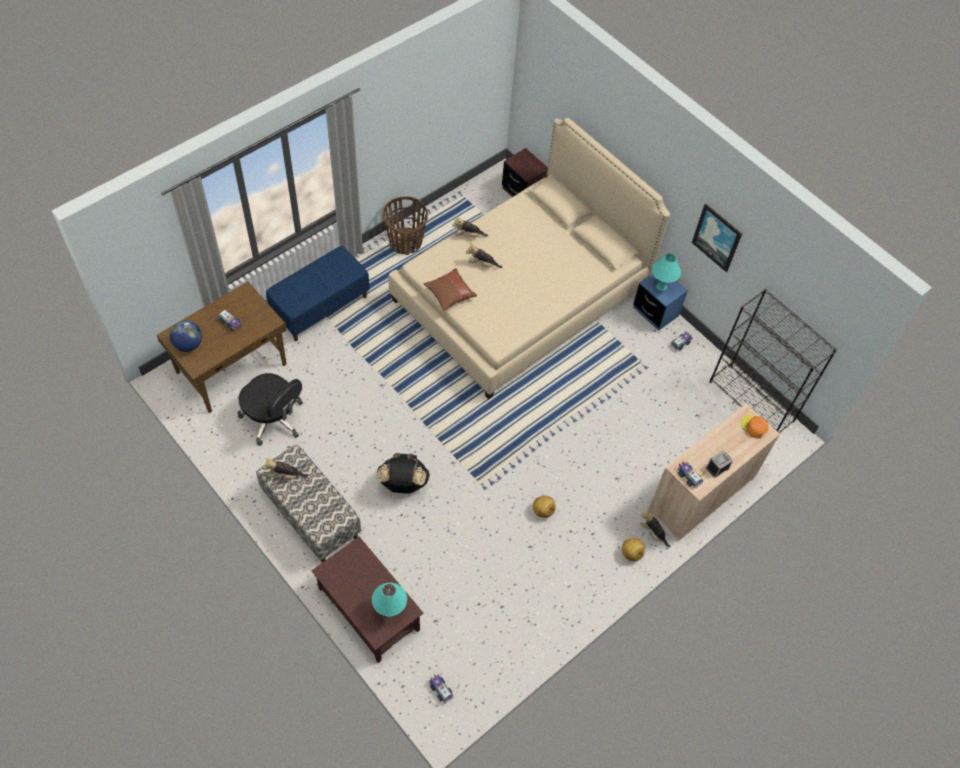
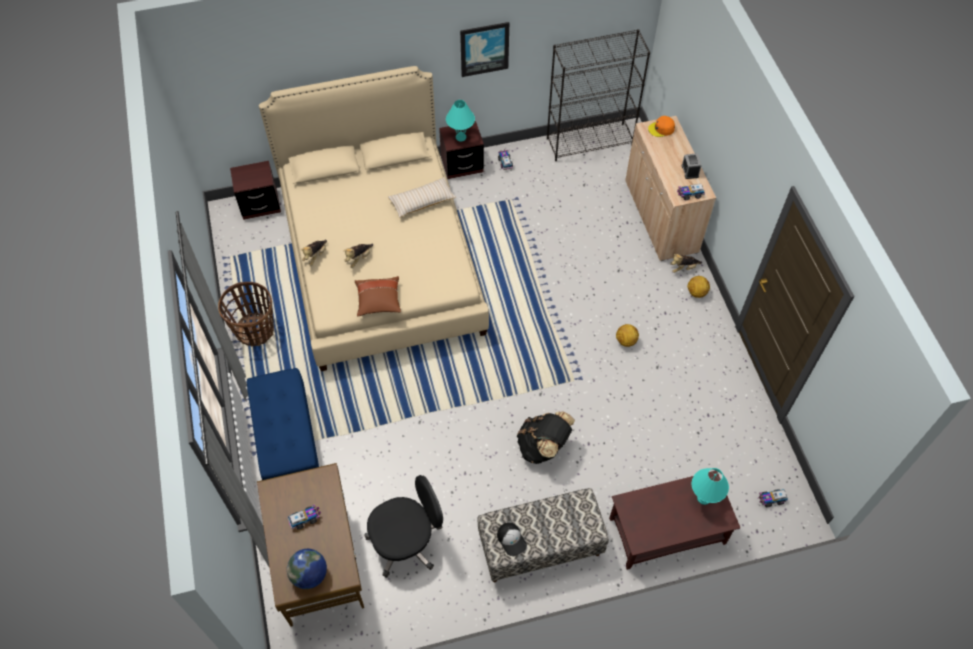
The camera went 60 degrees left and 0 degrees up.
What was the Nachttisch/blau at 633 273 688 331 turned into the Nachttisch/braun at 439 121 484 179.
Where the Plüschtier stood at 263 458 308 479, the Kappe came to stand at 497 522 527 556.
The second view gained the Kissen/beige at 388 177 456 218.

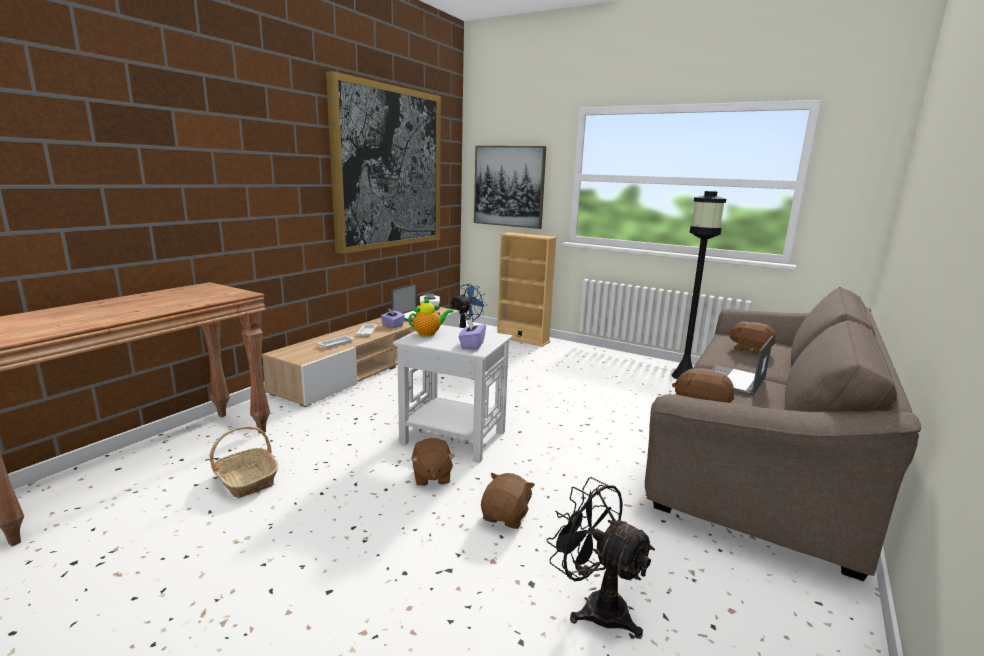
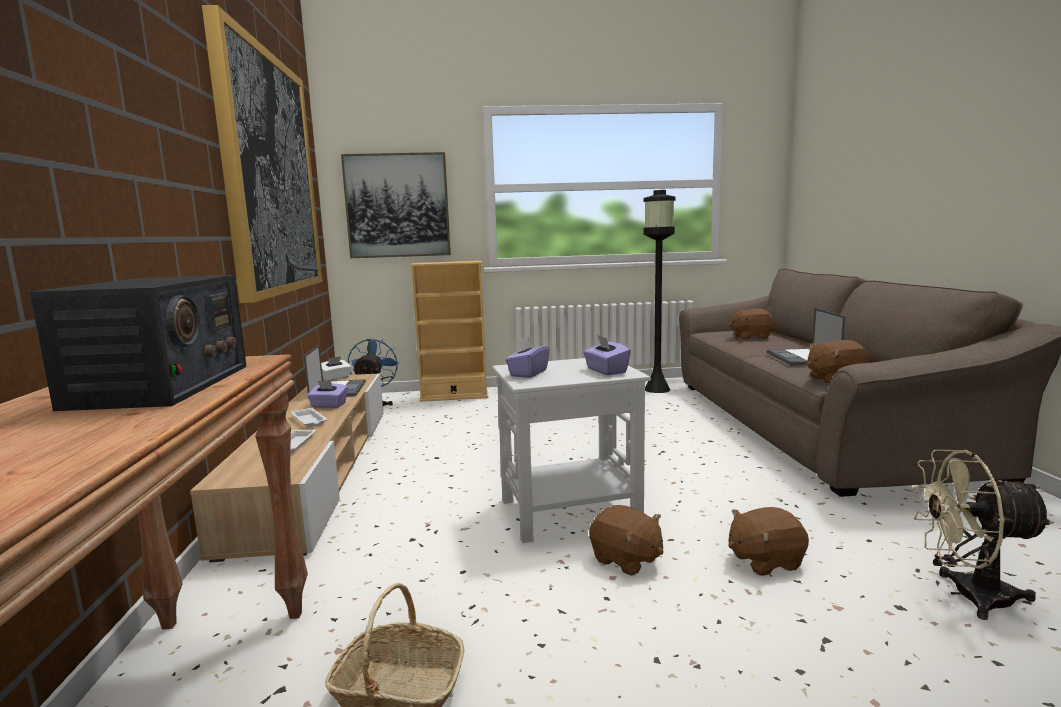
The camera went 35 degrees left and 5 degrees down.
Where the Teekanne stood at 408 297 453 337, the Taschentuchbox/lila came to stand at 505 337 550 378.
The Plüschtier/braun at 481 473 535 529 ended up facing another way, 90 degrees counterclockwise from before.
What was the Ventilator/schwarz at 547 477 655 639 turned into the Ventilator/beige at 911 450 1054 620.
The second view gained the Radio at 30 275 247 411.

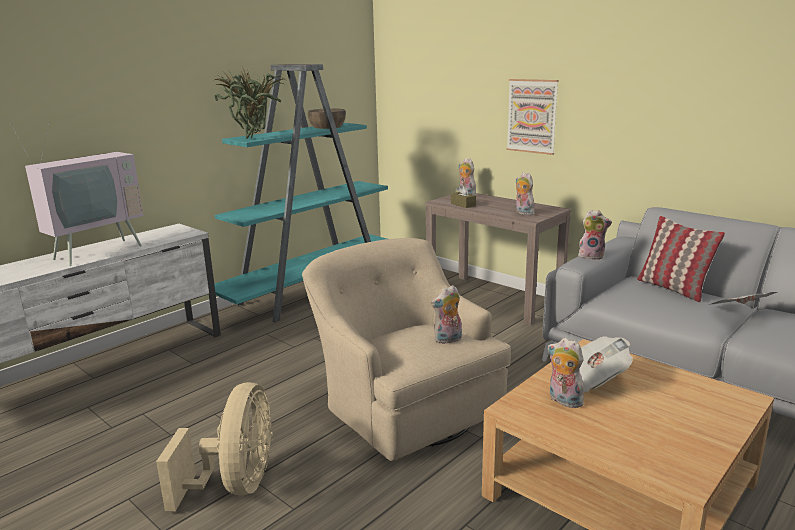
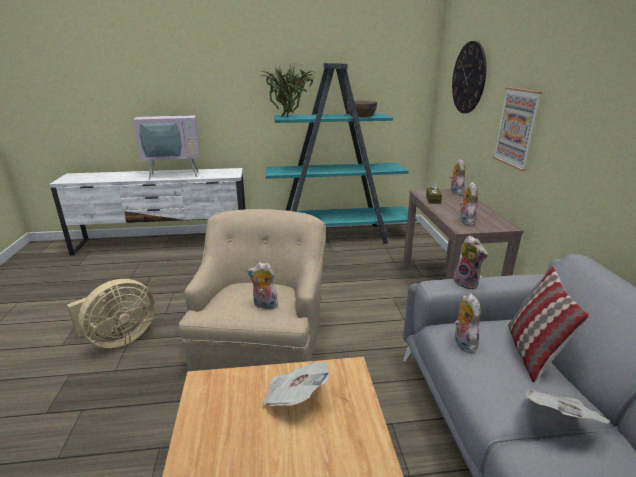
The camera went 40 degrees right and 5 degrees up.
The Plüschtier ended up elsewhere, having gone from 548 338 584 408 to 455 294 481 353.
The second view gained the Wanduhr at 452 41 487 113.

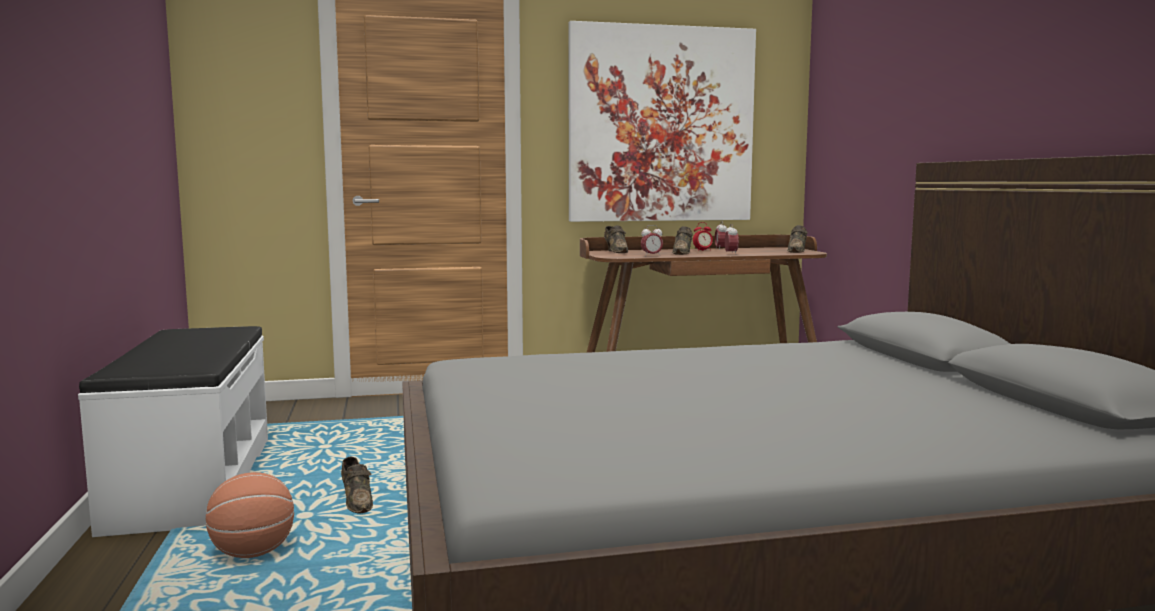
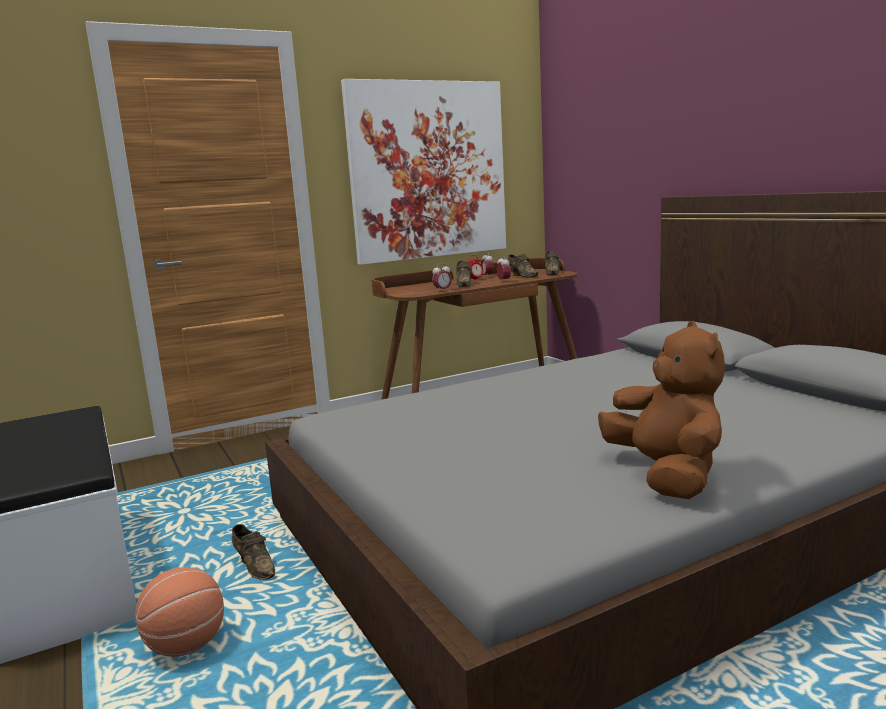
The camera went 15 degrees left and 5 degrees up.
The Schuh/braun ended up elsewhere, having gone from 604 226 628 253 to 508 254 538 278.
The second view gained the Plüschtier/braun at 598 321 725 499.

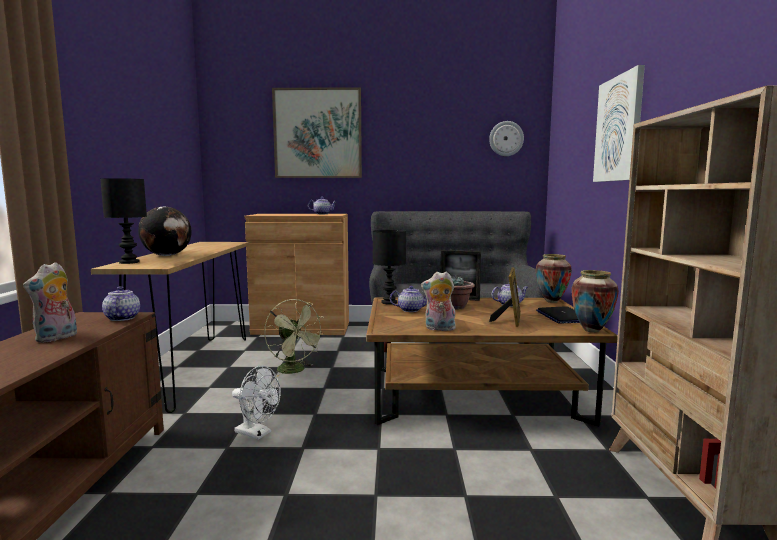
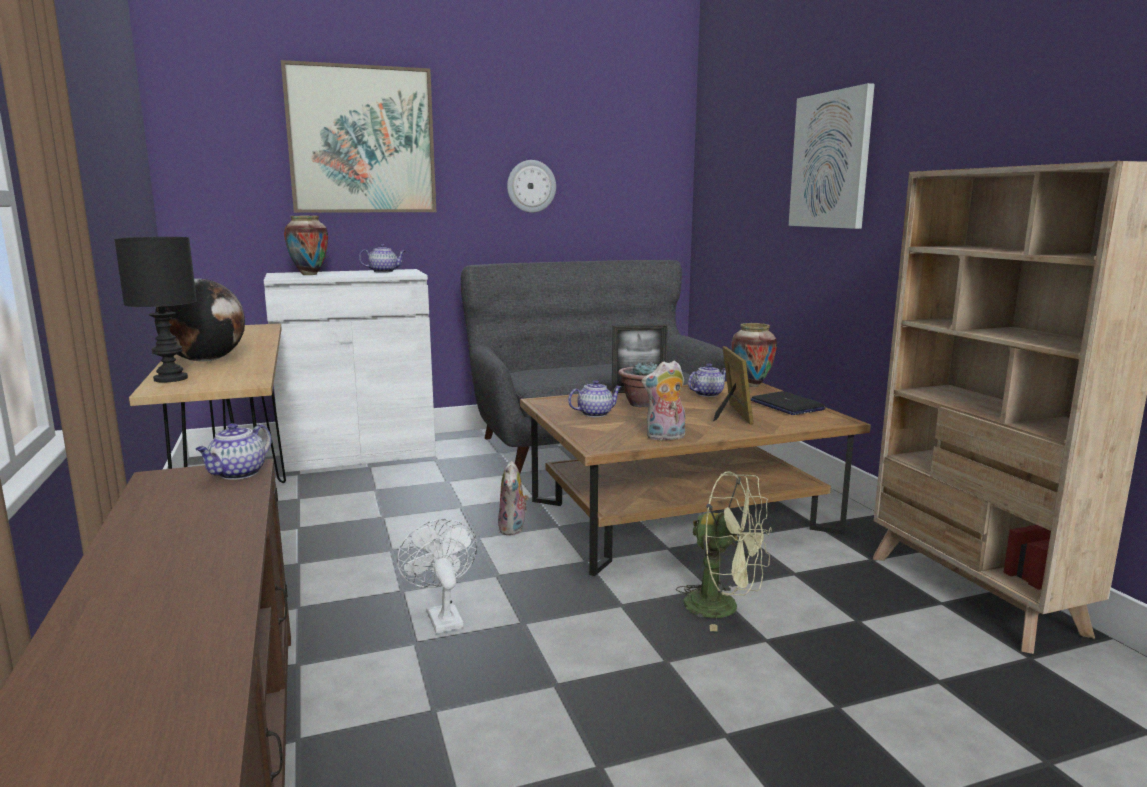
The camera went 20 degrees left and 5 degrees up.
The Wanduhr ended up elsewhere, having gone from 489 121 524 156 to 507 160 556 213.
What was the Schrank/braun at 245 214 349 335 turned into the Schrank/weiß at 264 269 436 473.
The second view lost the Tischlampe/schwarz at 373 230 406 305.
The Plüschtier ended up elsewhere, having gone from 23 262 77 343 to 498 461 529 536.
The Vase ended up elsewhere, having gone from 572 270 619 333 to 284 216 328 275.
The Teekanne at 102 286 140 321 ended up facing another way, 120 degrees counterclockwise from before.
The Ventilator/grün ended up elsewhere, having gone from 264 299 325 378 to 676 471 772 631.
The Ventilator/weiß at 232 366 281 440 ended up facing another way, 120 degrees counterclockwise from before.

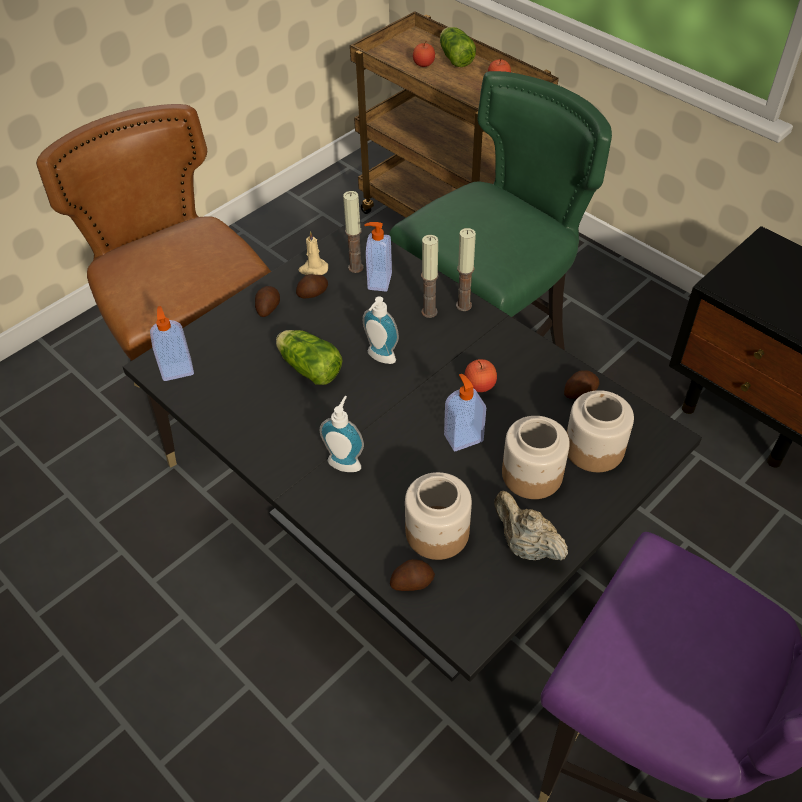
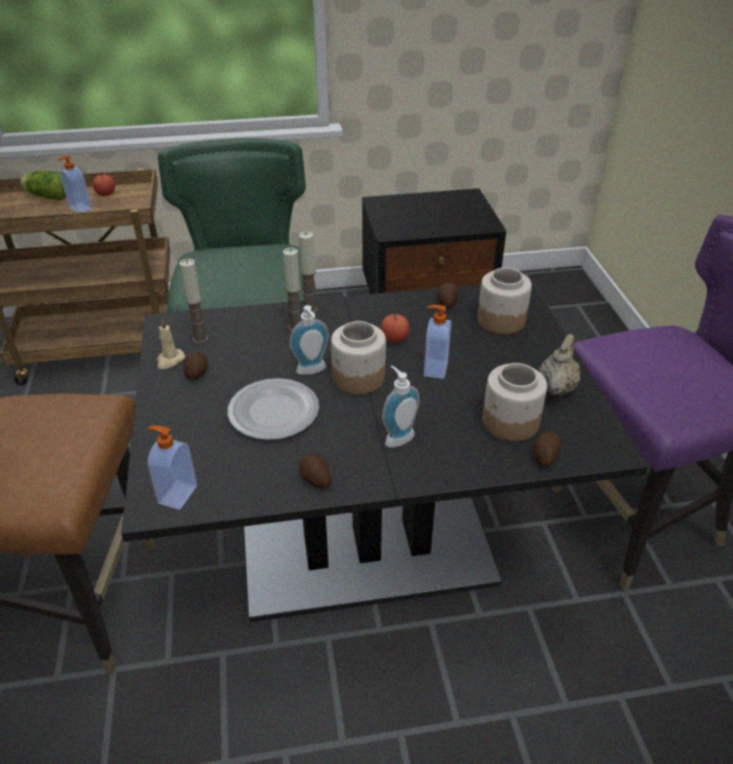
The camera went 55 degrees left and 10 degrees down.
The second view lost the Apfel at 413 41 435 67.
The Seifenspender ended up elsewhere, having gone from 364 222 392 292 to 58 156 92 212.
The Kartoffel ended up elsewhere, having gone from 255 286 280 317 to 300 454 332 489.
Where the Salatkopf stood at 276 330 342 385, the Teller came to stand at 227 378 319 440.
The Vorratsglas ended up elsewhere, having gone from 502 416 570 499 to 331 321 386 394.
The Teekanne/beige at 494 491 568 560 ended up facing another way, 120 degrees clockwise from before.

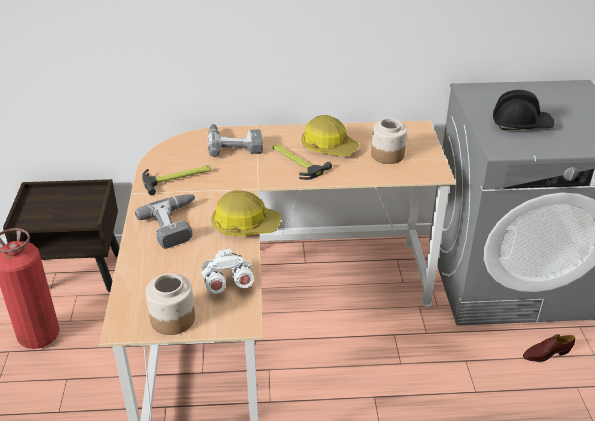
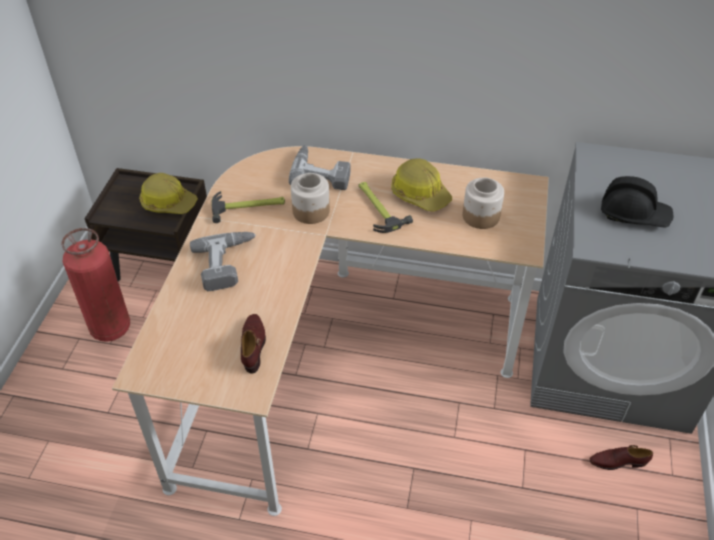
The camera went 15 degrees right and 10 degrees up.
The Schutzhelm ended up elsewhere, having gone from 211 190 281 236 to 139 173 198 214.
Where the Fernglas/weiß stood at 202 249 254 294, the Schuh/braun came to stand at 241 314 266 374.
The Vorratsglas ended up elsewhere, having gone from 146 273 195 335 to 291 173 330 224.

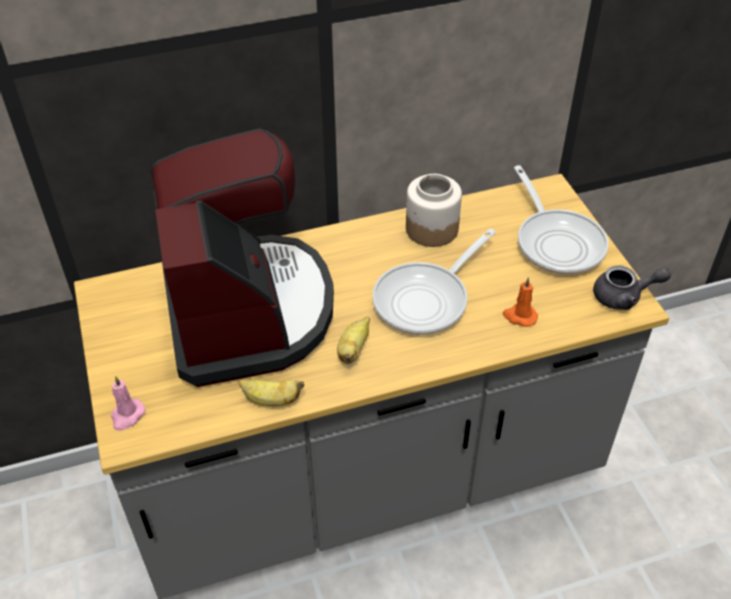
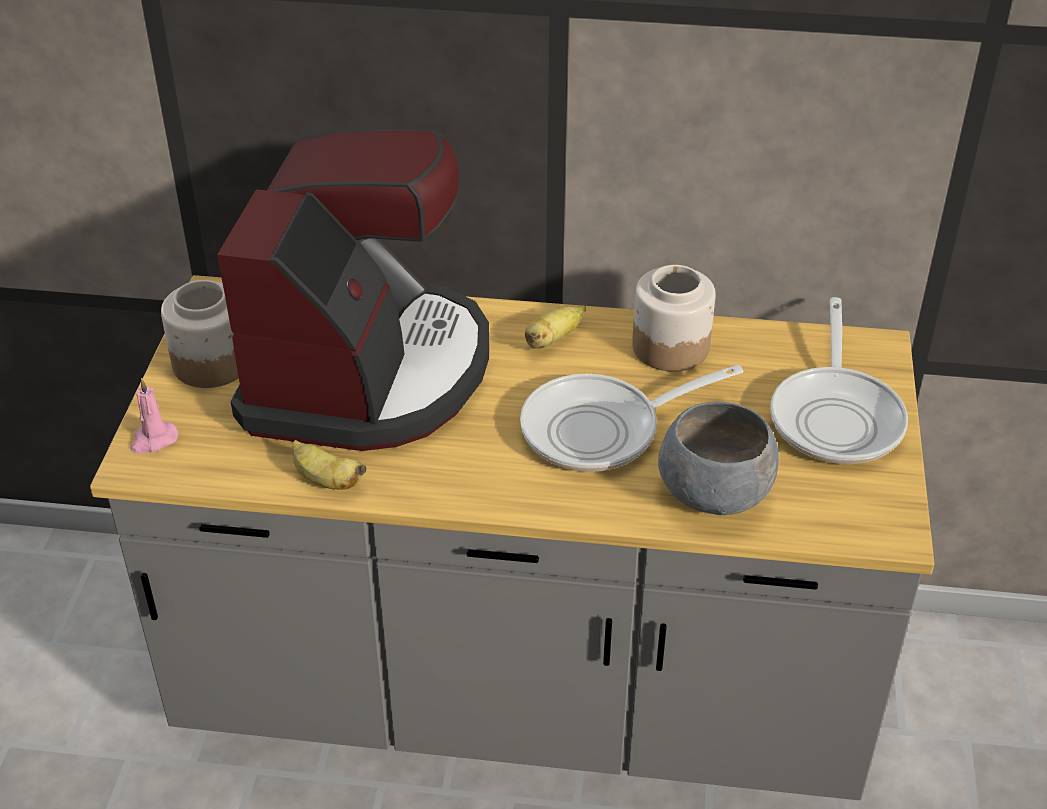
The camera went 25 degrees right and 5 degrees down.
The second view lost the Teekanne/grau at 593 265 671 310.
Where the Kerze/orange stood at 503 277 538 327, the Schüssel/grau came to stand at 658 401 779 515.
The Banane ended up elsewhere, having gone from 337 317 370 364 to 525 305 586 349.
The second view gained the Vorratsglas at 161 280 239 388.

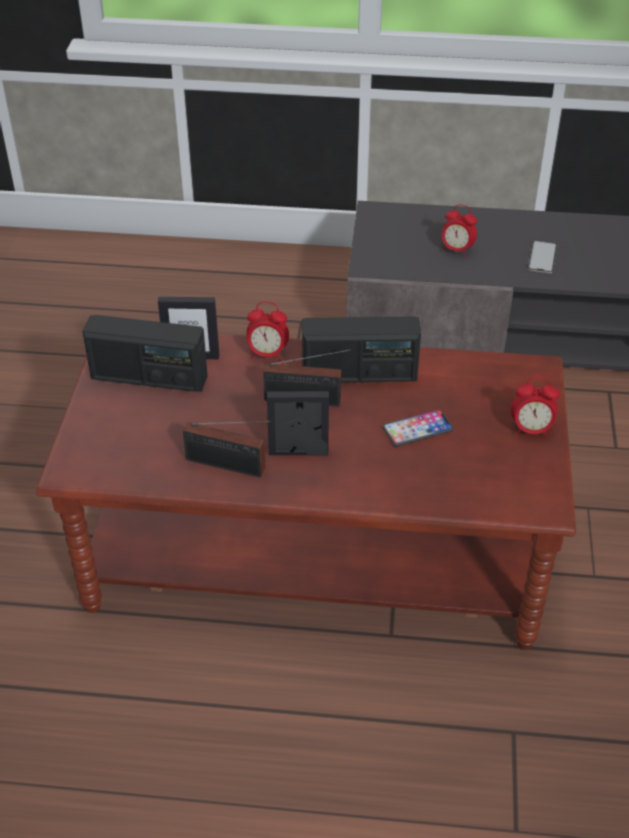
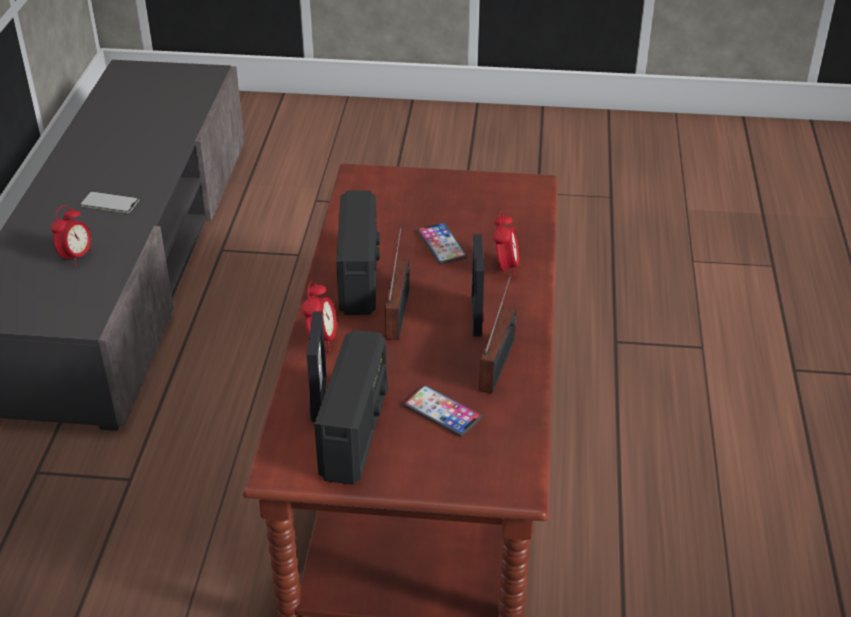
The camera went 90 degrees left and 5 degrees down.
The Wecker ended up elsewhere, having gone from 511 376 559 438 to 493 211 519 278.
The second view gained the Handy at 403 385 482 437.

